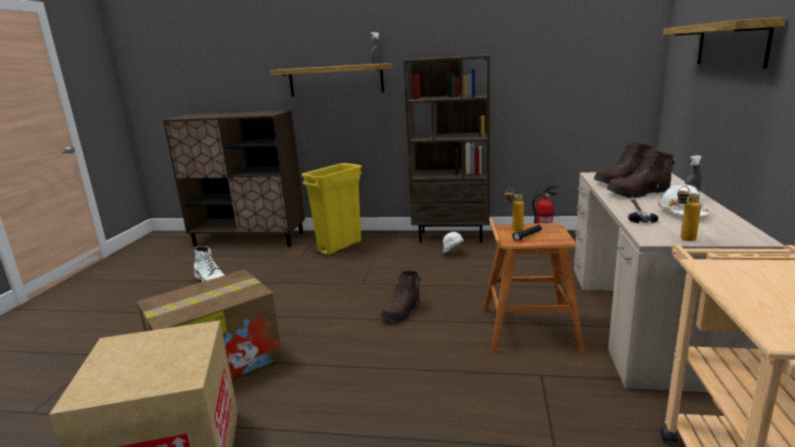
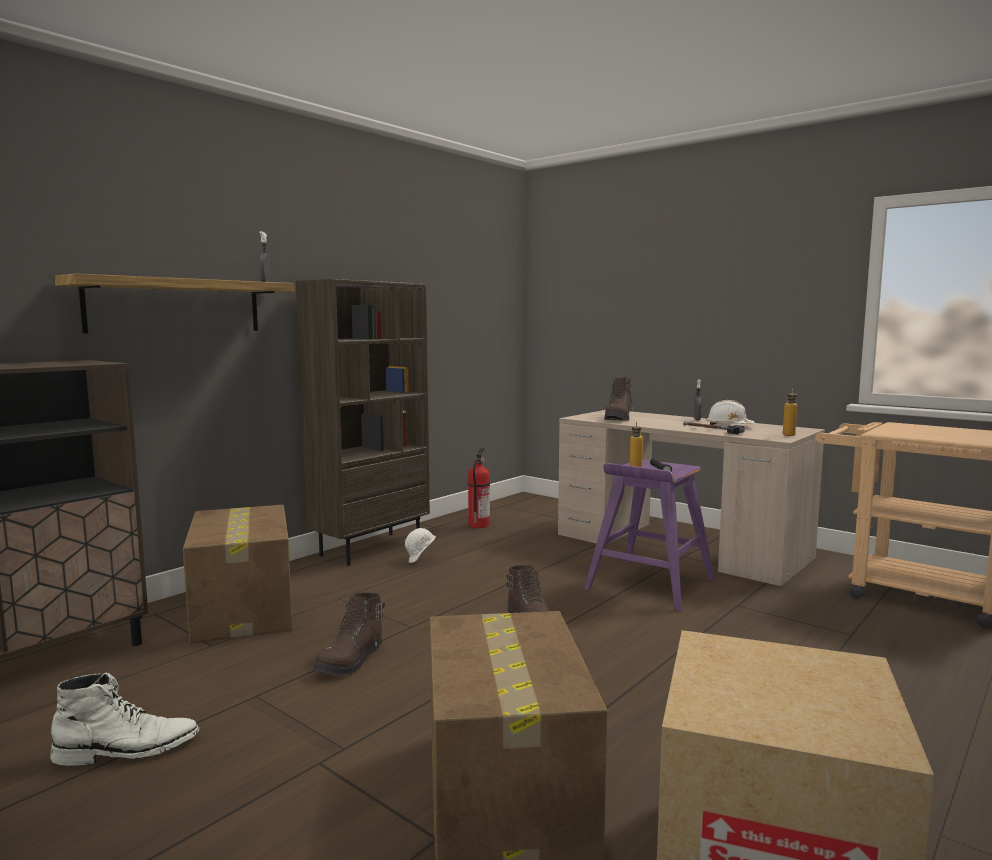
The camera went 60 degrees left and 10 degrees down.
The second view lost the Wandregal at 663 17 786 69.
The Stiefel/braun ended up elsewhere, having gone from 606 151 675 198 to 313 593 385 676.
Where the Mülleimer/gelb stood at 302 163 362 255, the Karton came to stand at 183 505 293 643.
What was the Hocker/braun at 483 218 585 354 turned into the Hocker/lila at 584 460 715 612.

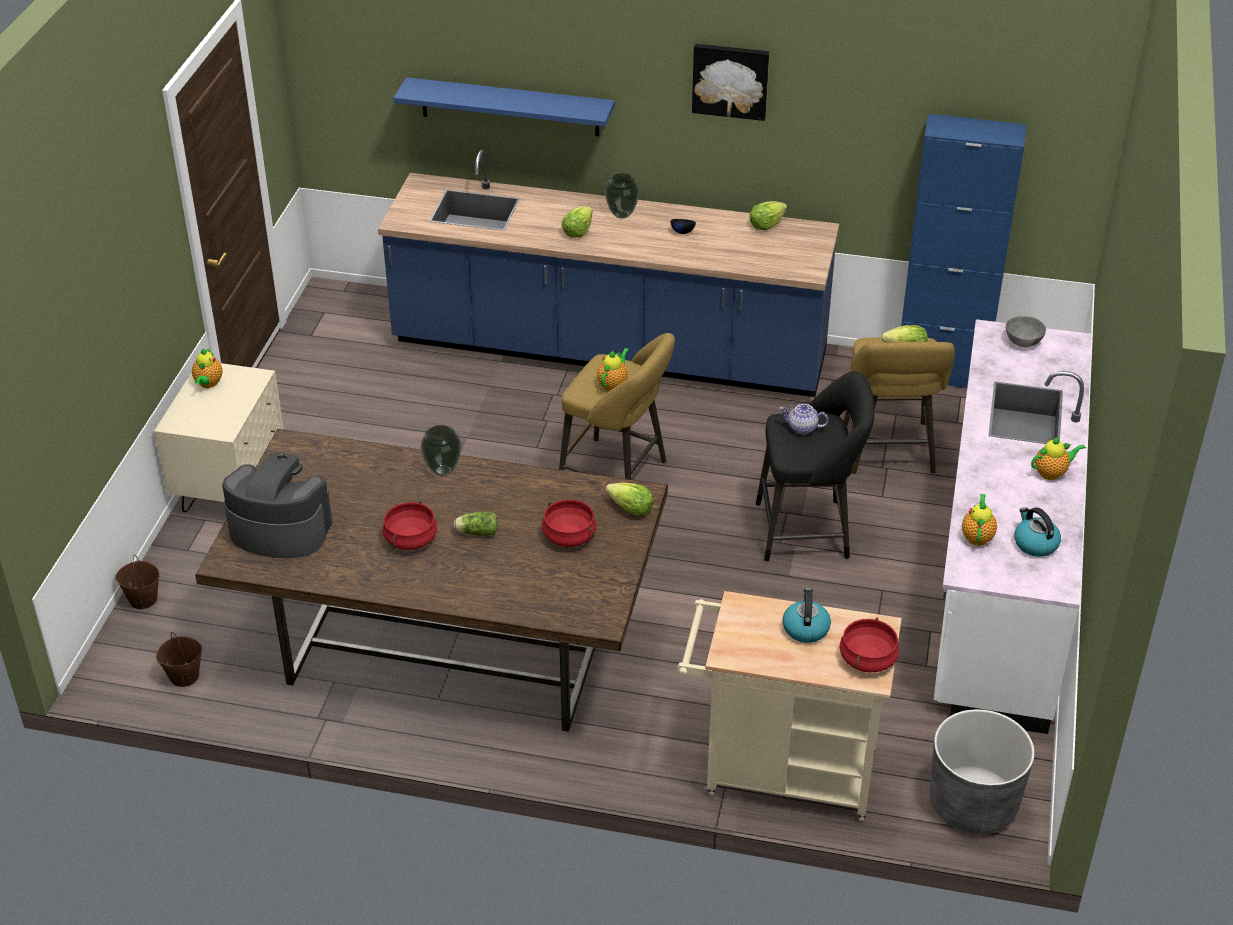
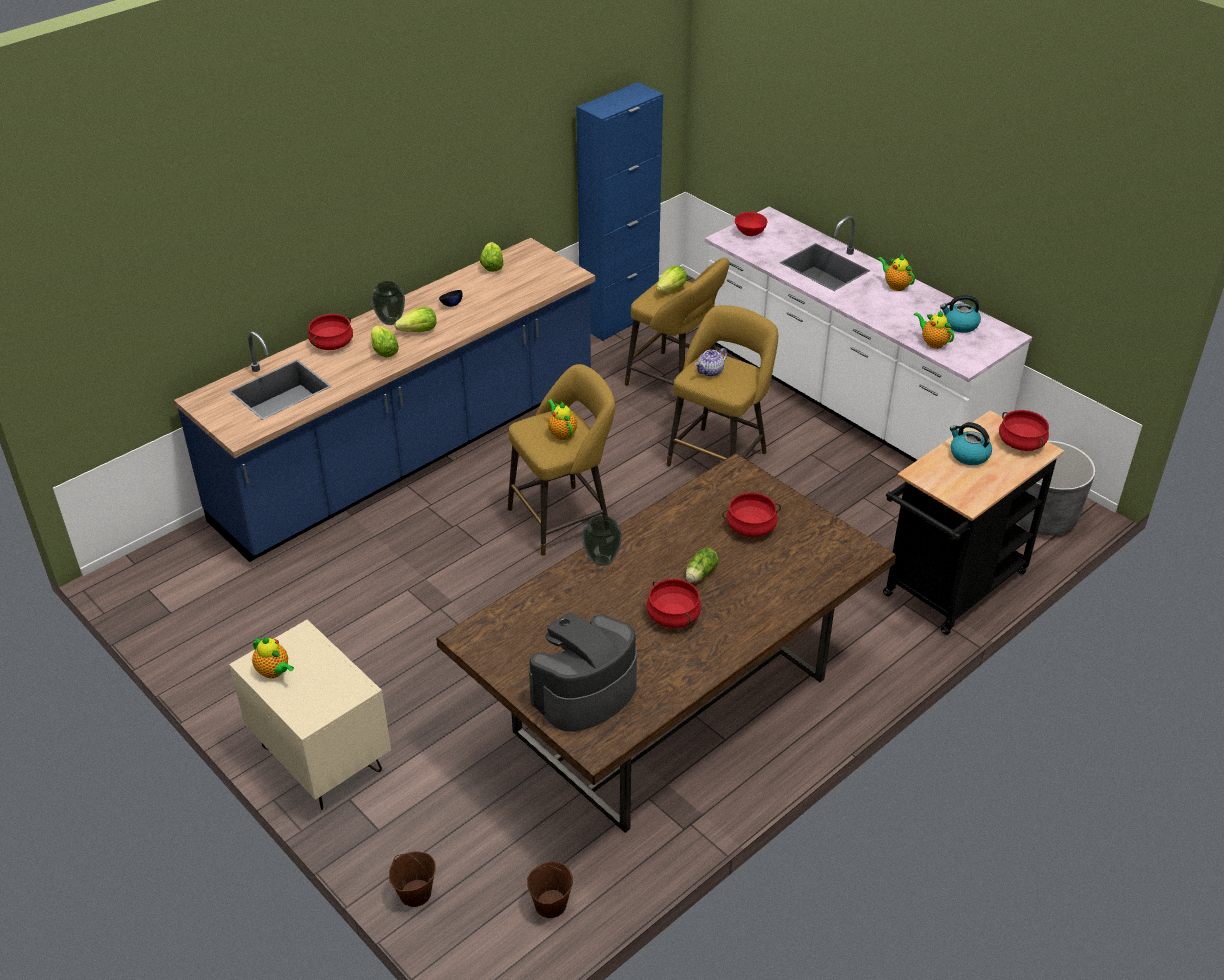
The camera went 55 degrees left and 0 degrees up.
The second view lost the Bild at 692 44 769 121.
The second view lost the Wandregal/blau at 394 77 615 137.
What was the Schüssel/grau at 1005 316 1046 347 turned into the Schüssel/rot at 735 212 767 236.
What was the Hocker/schwarz at 756 371 874 562 turned into the Hocker/gelb at 666 305 778 467.
The Teekanne at 1031 437 1086 480 ended up facing another way, 60 degrees counterclockwise from before.
The Salatkopf ended up elsewhere, having gone from 605 483 653 516 to 395 307 437 332.
What was the Rollwagen/beige at 677 591 902 821 turned into the Rollwagen/schwarz at 883 410 1064 635.
The second view gained the Kochtopf/rot at 308 314 353 350.

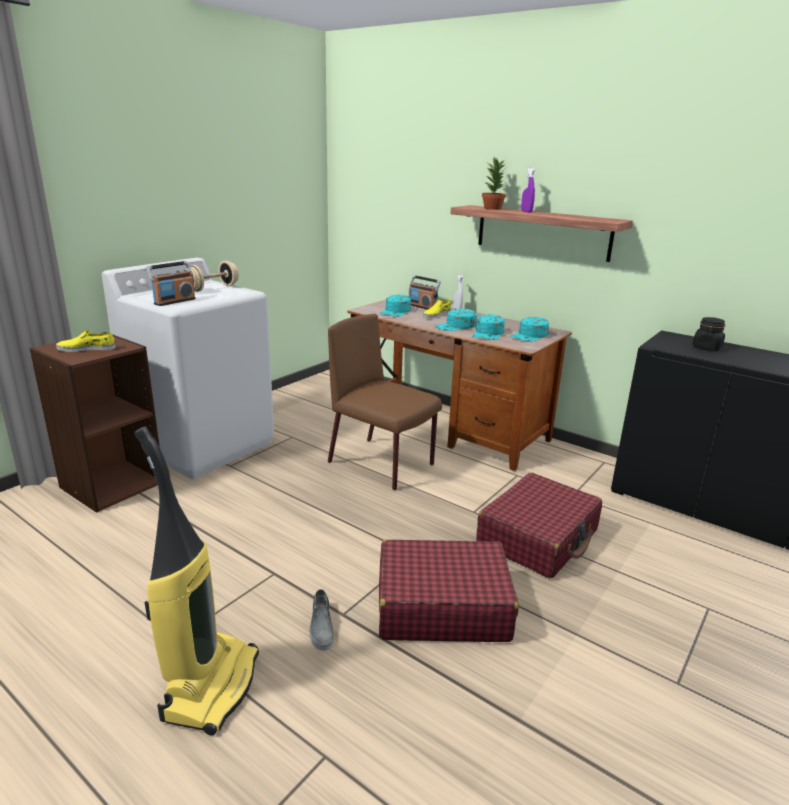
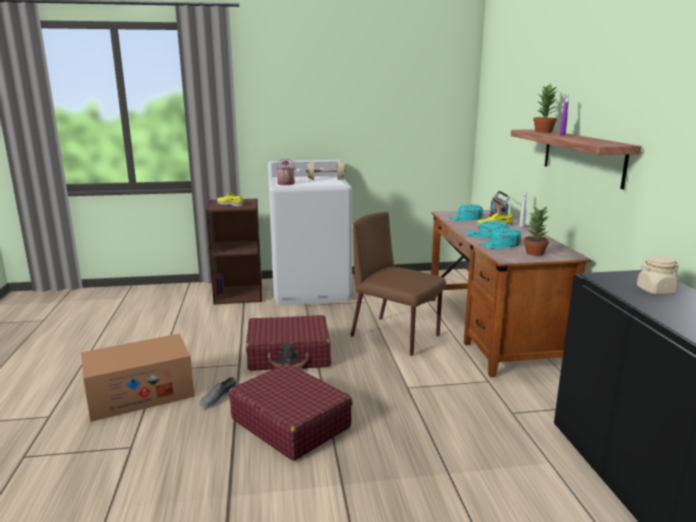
The camera went 45 degrees right and 5 degrees down.
Where the Radio stood at 146 261 196 306, the Gießkanne came to stand at 276 158 295 185.
The Stuhl/braun at 328 314 442 490 ended up facing another way, 45 degrees counterclockwise from before.
Where the Kappe/türkis stood at 510 317 549 342, the Topfpflanze came to stand at 524 206 549 256.
What was the Vorratsglas/schwarz at 692 317 725 351 turned into the Vorratsglas/beige at 637 255 679 294.
Where the Staubsauger stood at 134 426 259 735, the Karton came to stand at 81 334 195 422.
The Koffer/rot ended up elsewhere, having gone from 476 473 602 578 to 246 315 331 371.

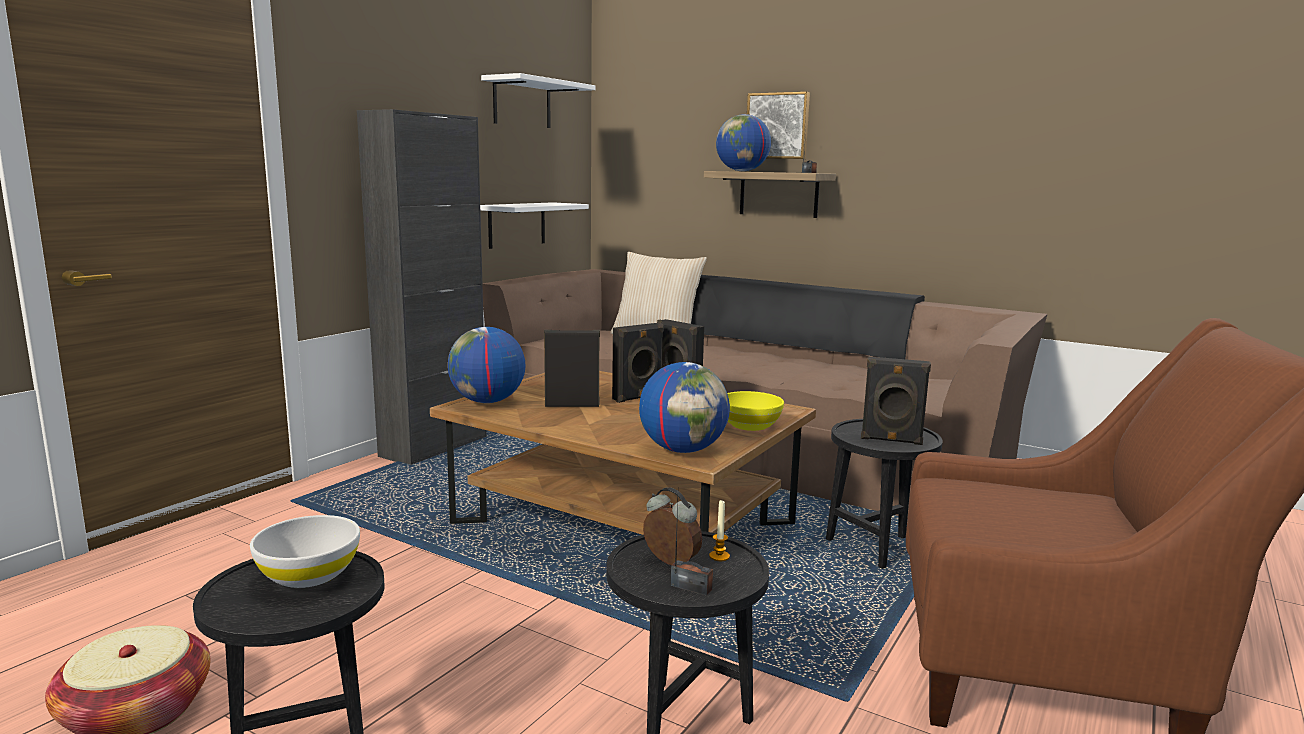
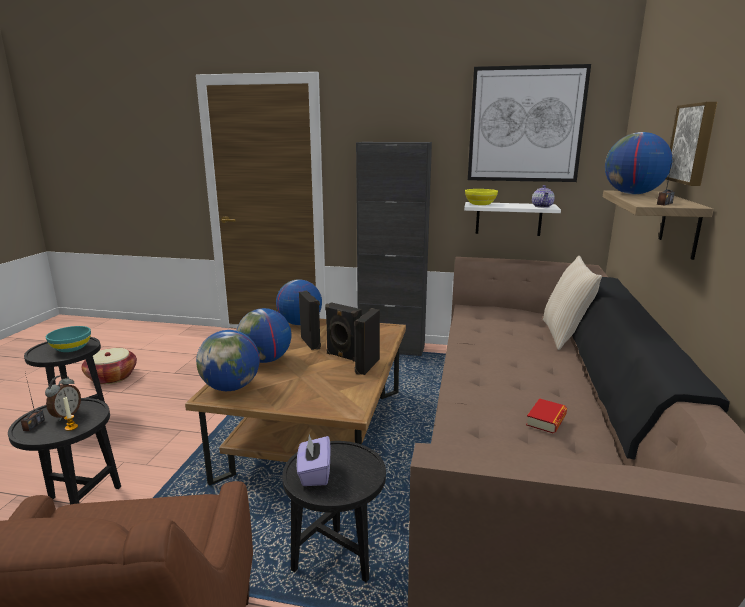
The camera went 70 degrees right and 5 degrees up.
Where the Wandregal/weiß hung at 481 73 596 128, the Bild came to hang at 468 64 591 182.
Where the Lautsprecher/schwarz stood at 861 357 931 445, the Taschentuchbox/lila came to stand at 297 434 330 486.
The Schüssel/gelb ended up elsewhere, having gone from 727 391 784 431 to 465 189 498 205.
What was the Schüssel/weiß at 250 515 360 588 turned into the Schüssel/türkis at 46 326 91 352.
The second view gained the Teekanne at 532 185 555 208.
The second view gained the Globus at 236 308 291 363.
The second view gained the Buch at 526 398 567 433.

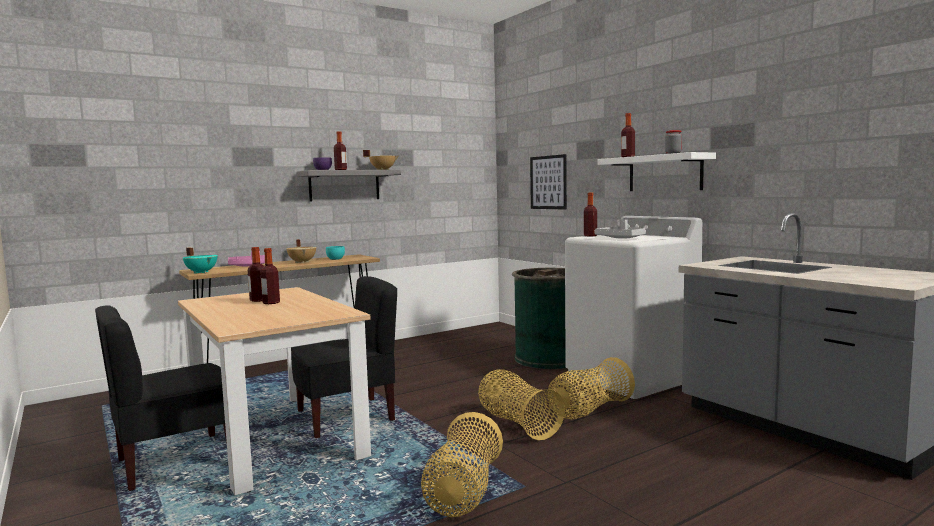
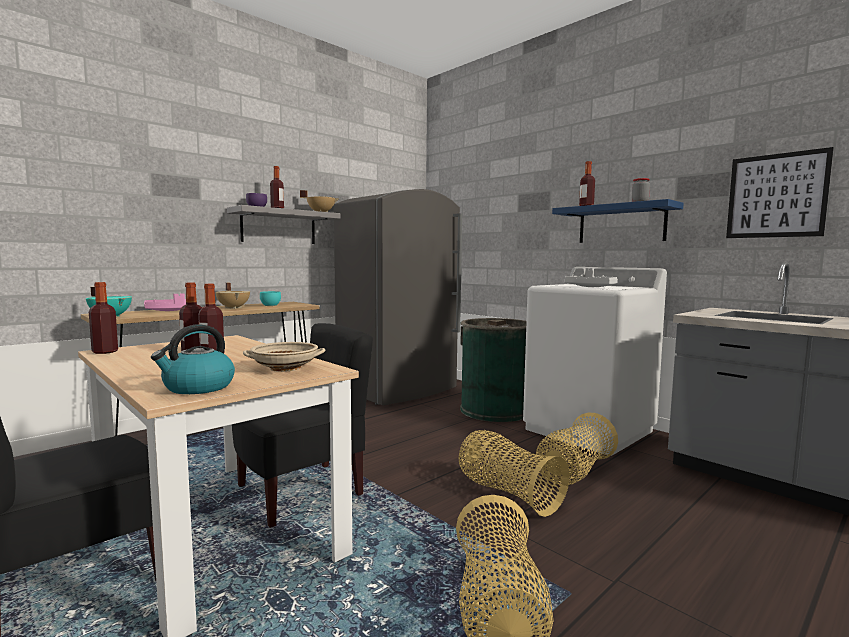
The camera went 10 degrees left and 0 degrees up.
What was the Wandregal/weiß at 597 152 716 191 turned into the Wandregal/blau at 552 199 684 243.
The Bild ended up elsewhere, having gone from 530 154 567 210 to 726 147 834 238.
The Flasche ended up elsewhere, having gone from 584 193 597 236 to 89 282 118 354.
The second view gained the Kühlschrank/grau at 334 189 462 405.
The second view gained the Wasserkessel at 151 324 235 394.
The second view gained the Schüssel/beige at 243 342 325 372.

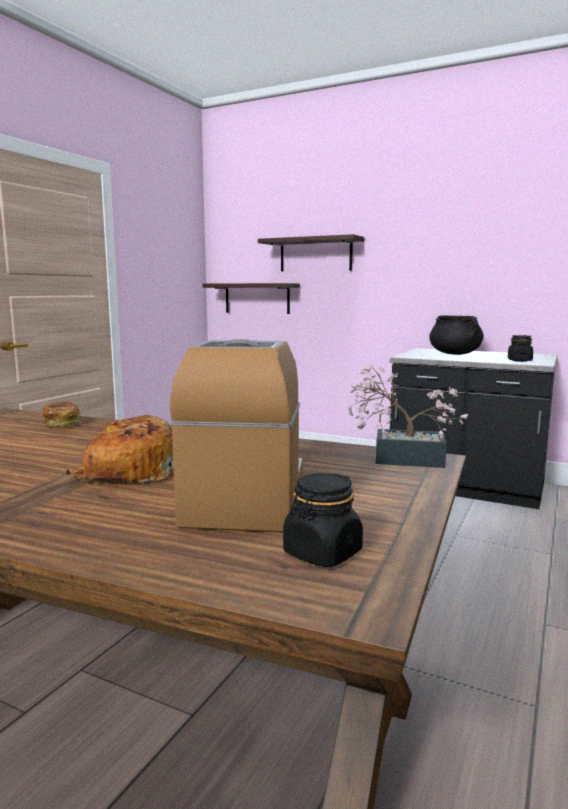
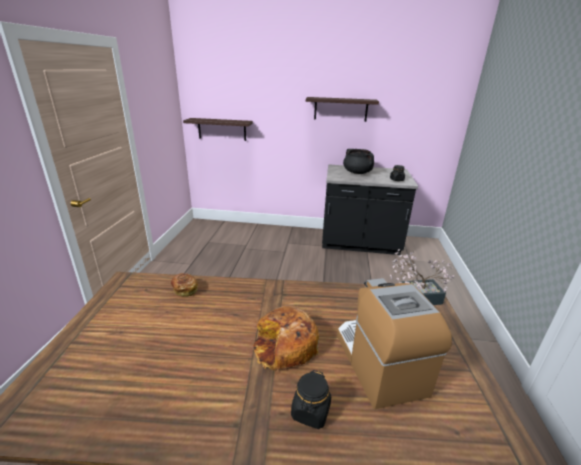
The camera went 20 degrees left and 15 degrees up.
The Wandregal ended up elsewhere, having gone from 258 234 364 272 to 306 97 379 122.
The Vorratsglas/schwarz ended up elsewhere, having gone from 283 473 363 567 to 291 370 331 429.

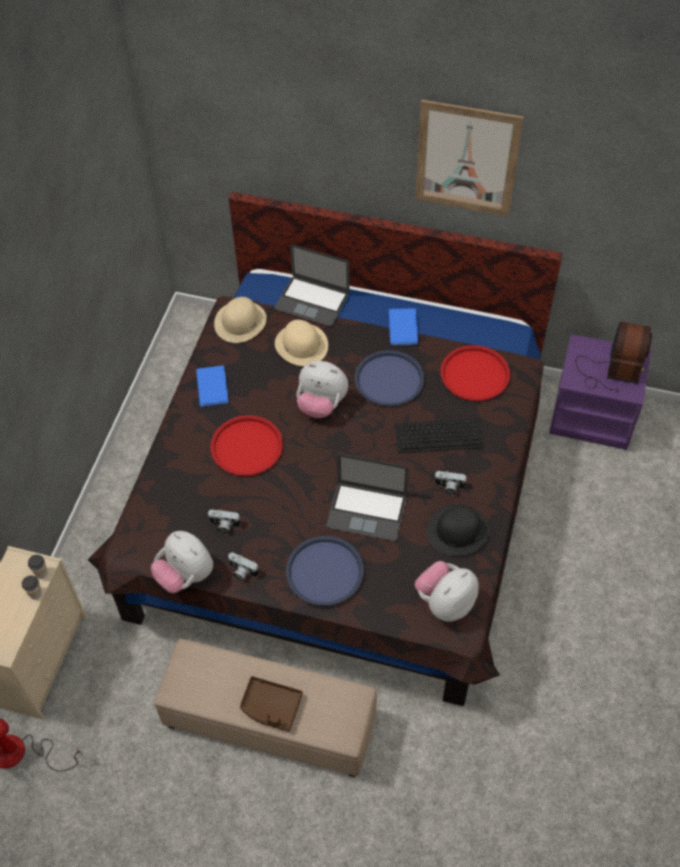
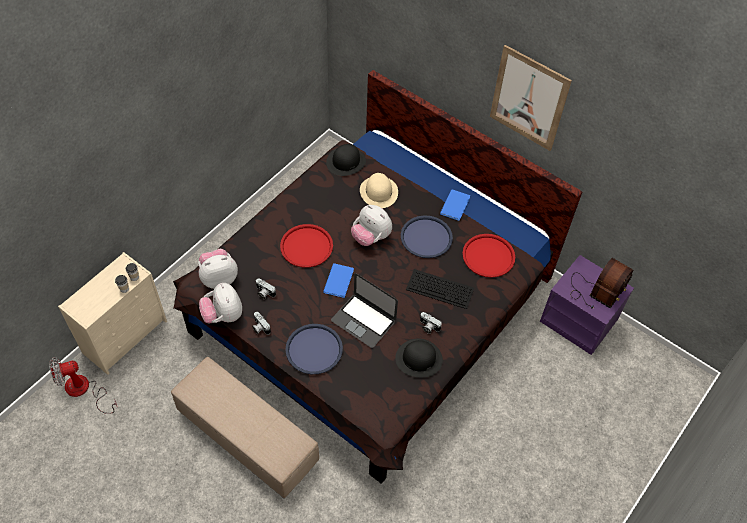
The camera went 20 degrees right and 0 degrees up.
The second view lost the Laptop at 275 244 349 326.
What was the Hut/beige at 214 297 267 343 turned into the Hut/schwarz at 326 144 366 176.
The Buch/blau ended up elsewhere, having gone from 196 365 229 407 to 323 263 354 298.
The Plüschtier ended up elsewhere, having gone from 415 561 479 622 to 198 249 238 289.
The second view lost the Tablett/braun at 240 676 303 732.

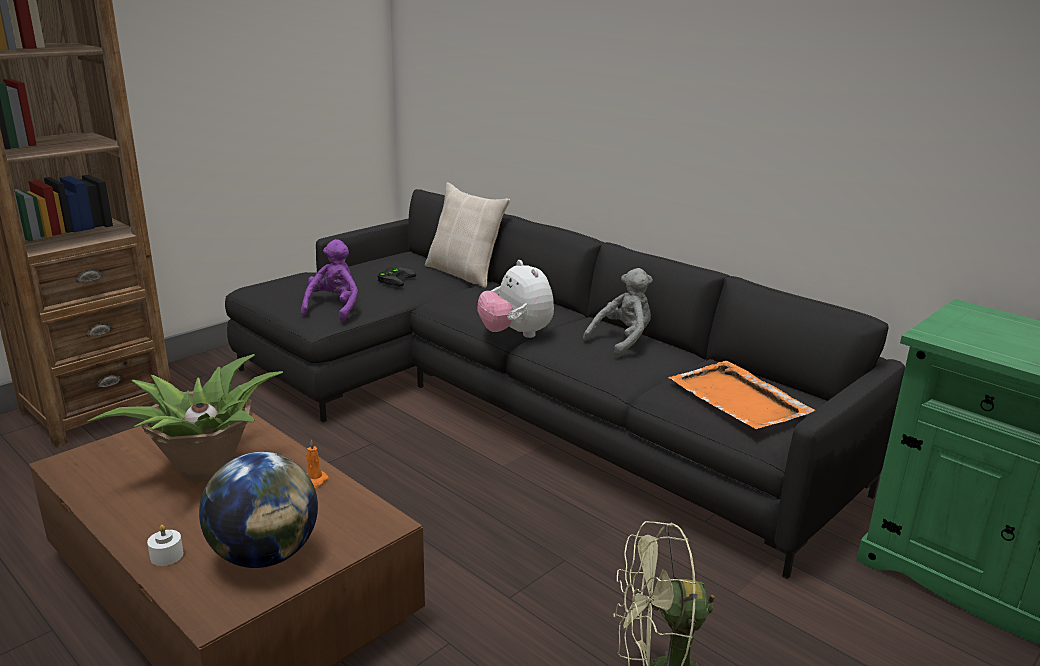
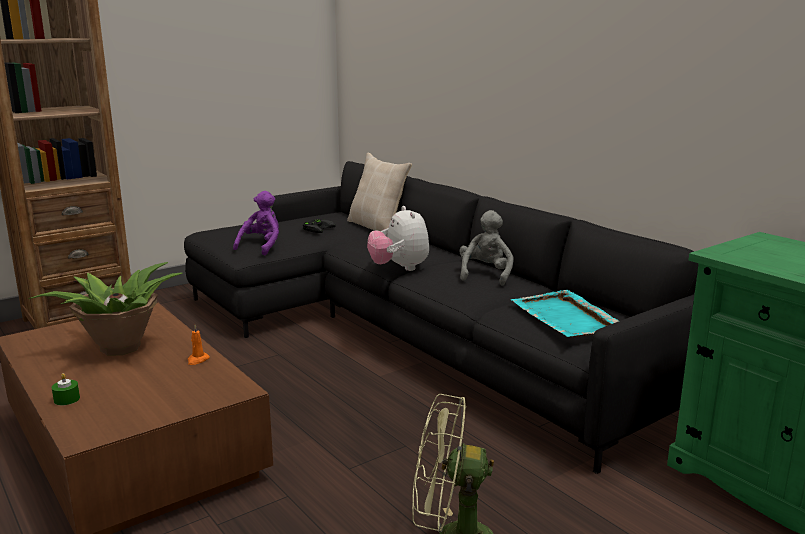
The camera went 10 degrees right and 5 degrees down.
The Plüschtier/grau at 583 268 653 358 ended up facing another way, 45 degrees counterclockwise from before.
What was the Tablett/orange at 668 361 815 429 turned into the Tablett/türkis at 511 290 619 337.
The second view lost the Globus at 199 452 318 568.
What was the Kerze/weiß at 147 525 183 566 turned into the Kerze/grün at 52 373 80 405.

